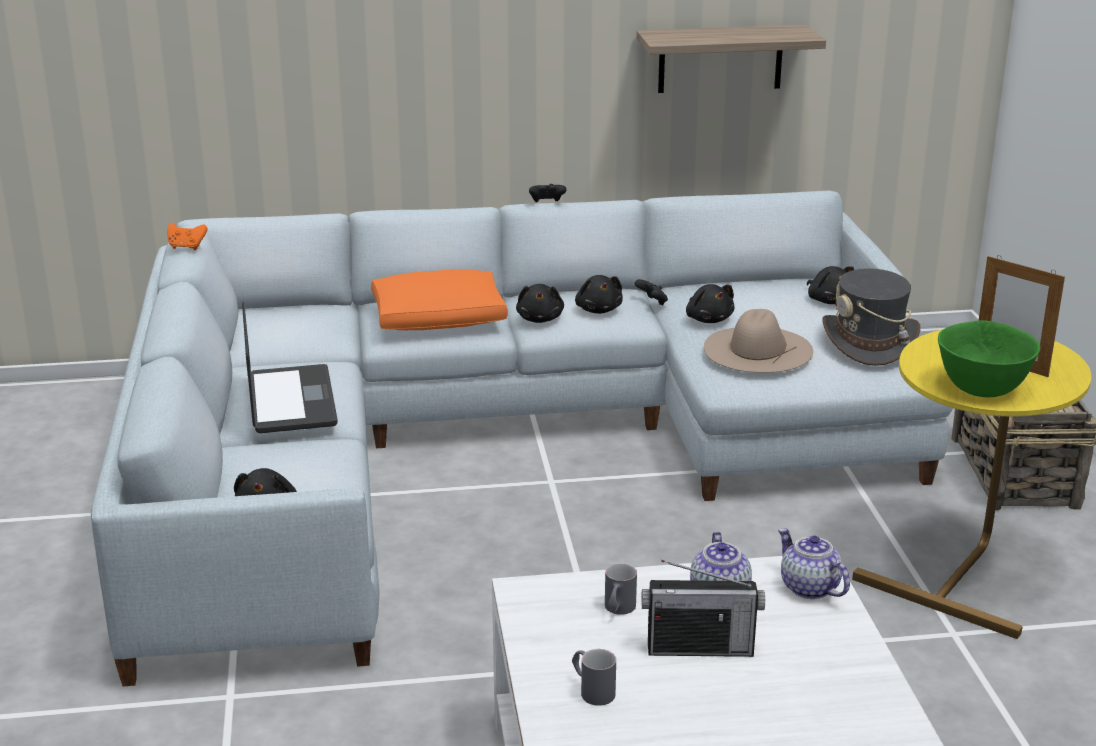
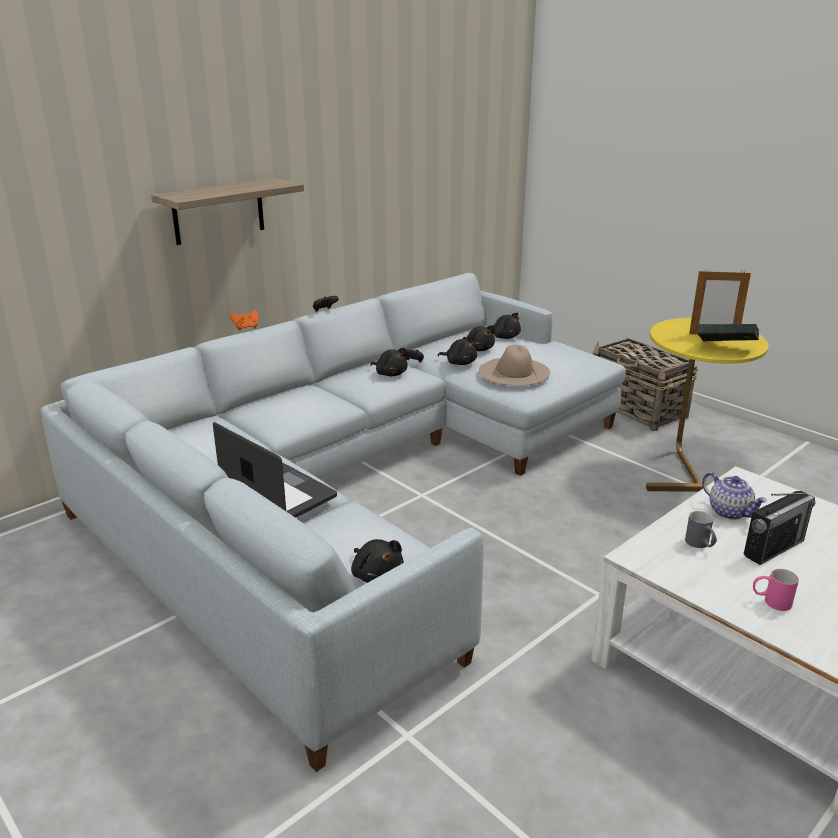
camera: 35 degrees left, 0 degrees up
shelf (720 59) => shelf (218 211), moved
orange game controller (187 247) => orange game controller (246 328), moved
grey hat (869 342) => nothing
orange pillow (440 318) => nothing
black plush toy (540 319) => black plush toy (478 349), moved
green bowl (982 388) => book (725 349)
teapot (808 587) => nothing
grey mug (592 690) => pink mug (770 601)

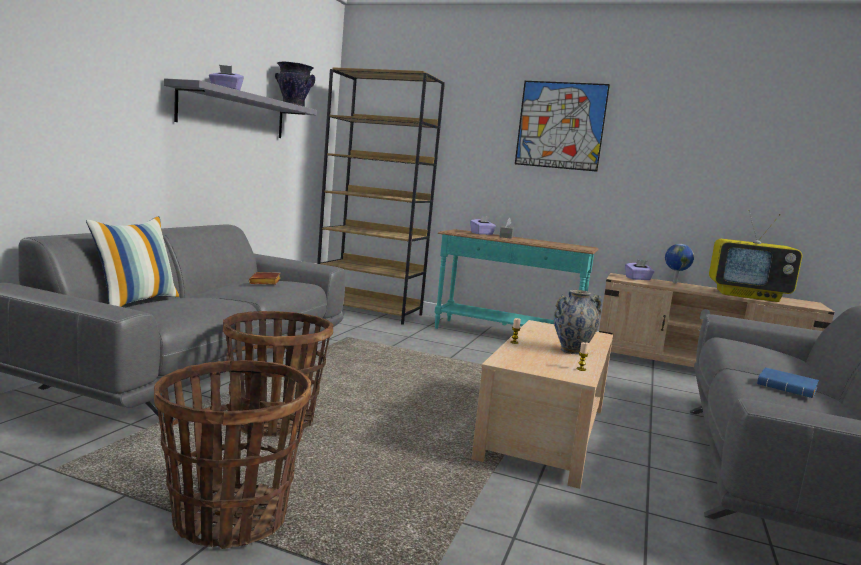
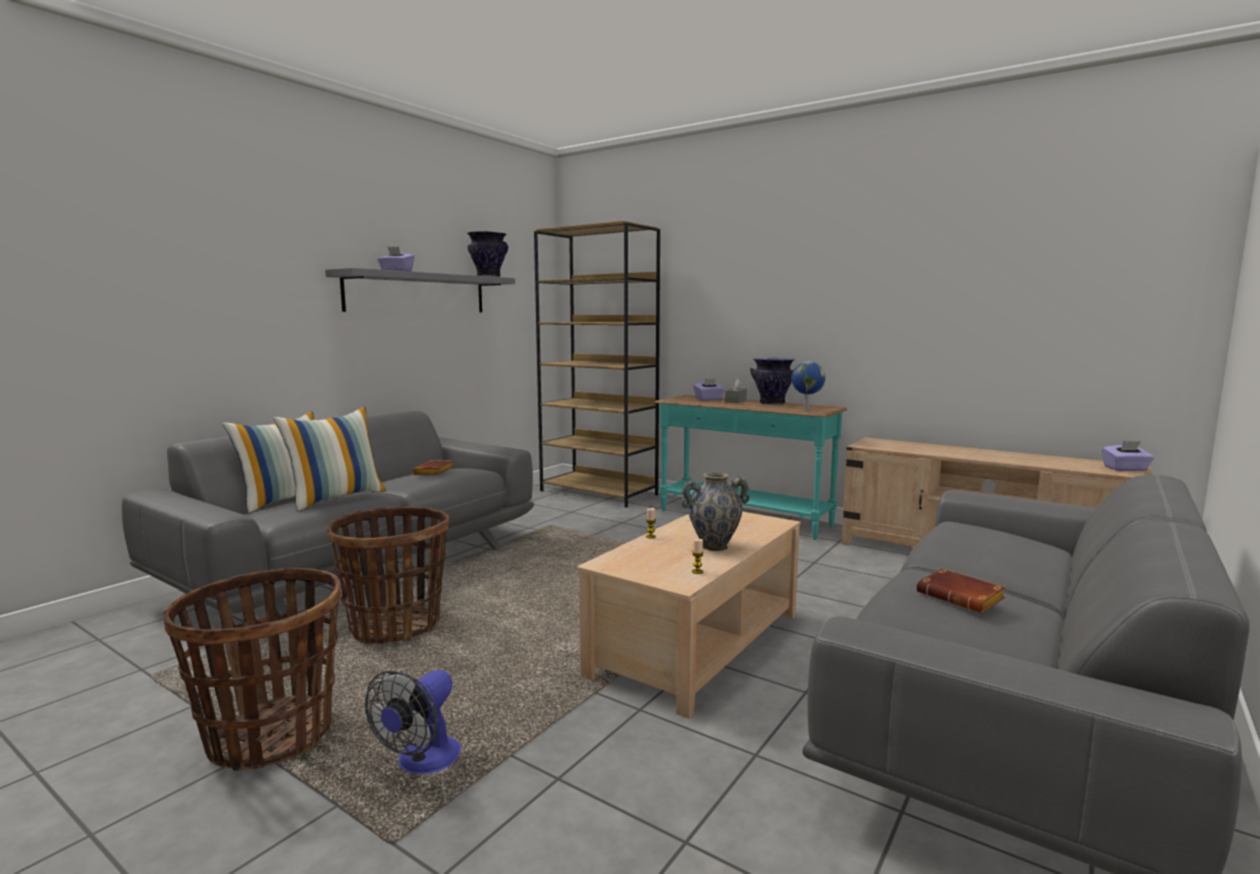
camera: 15 degrees right, 0 degrees up
picture (560 125) => nothing
television (747 295) => nothing
globe (674 283) => globe (806 409), moved
purple tissue box (638 279) => purple tissue box (1125 469), moved
blue book (788 388) => brown book (962 597)
nothing => vase (772 403)
nothing => pillow (336 498)
nothing => fan (422 764)

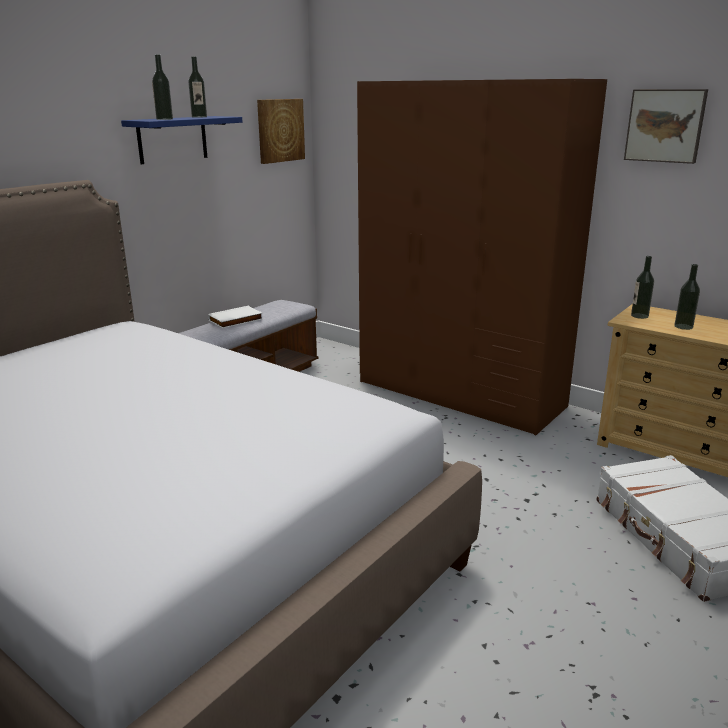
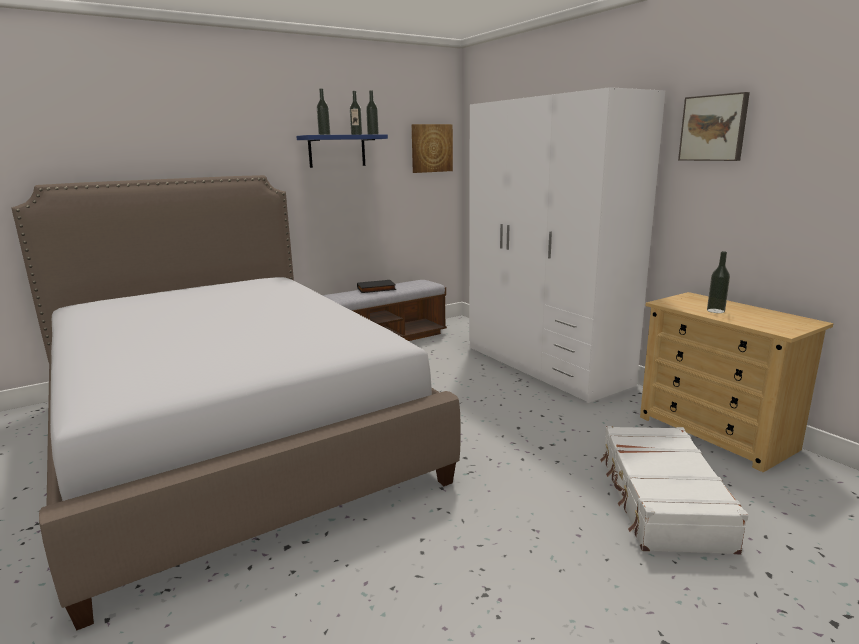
camera: 20 degrees right, 5 degrees down
brown wardrobe (460 394) => white wardrobe (545 365)
bottle (639 316) => bottle (373 134), moved
white book (236 320) => black book (376 289)

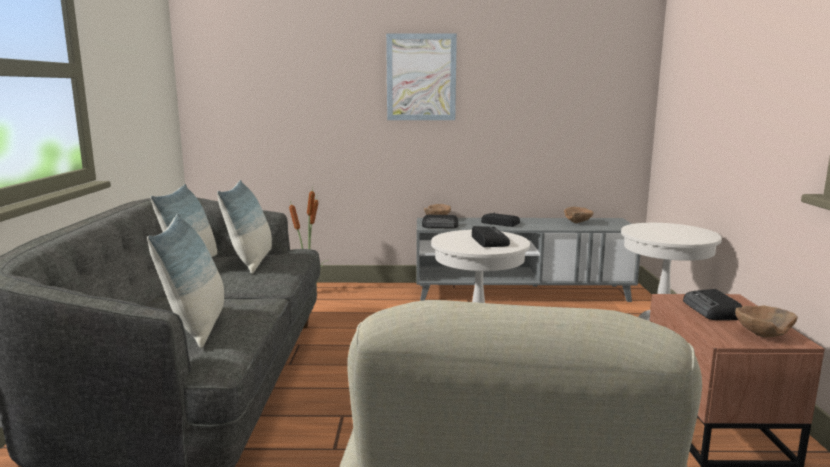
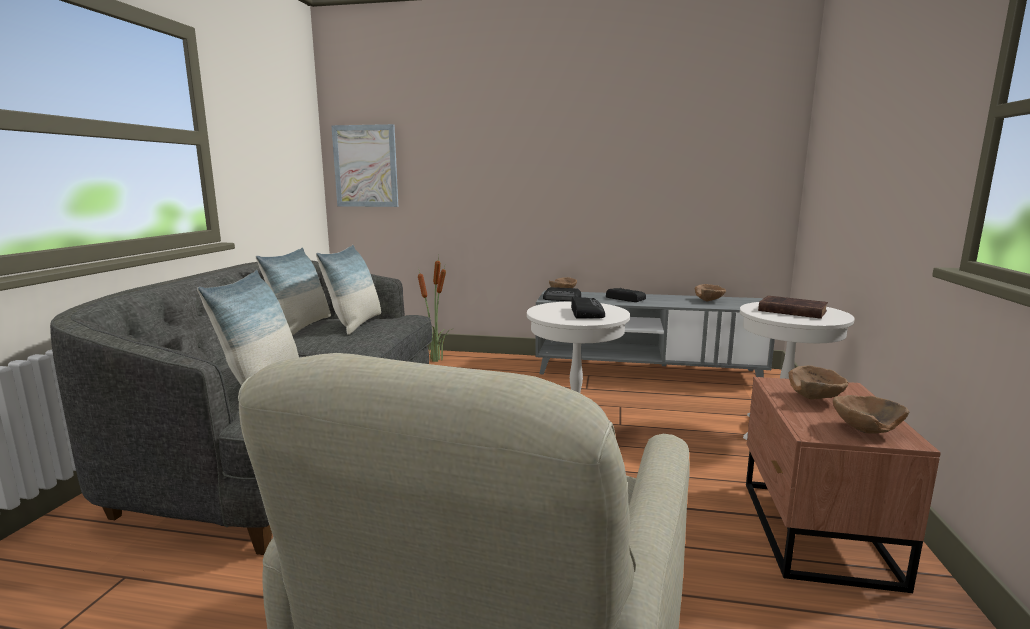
camera: 10 degrees right, 0 degrees up
picture (421 77) => picture (365 166), moved
radio (712 311) => brown bowl (816 399)
nothing => brown book (790 311)

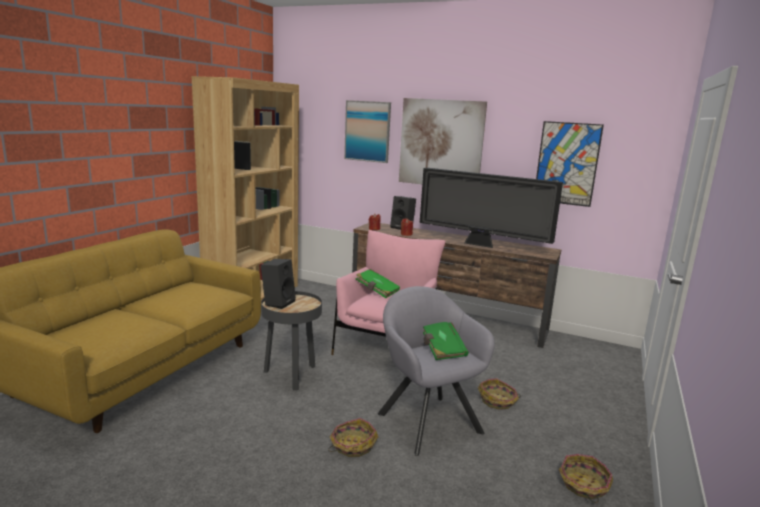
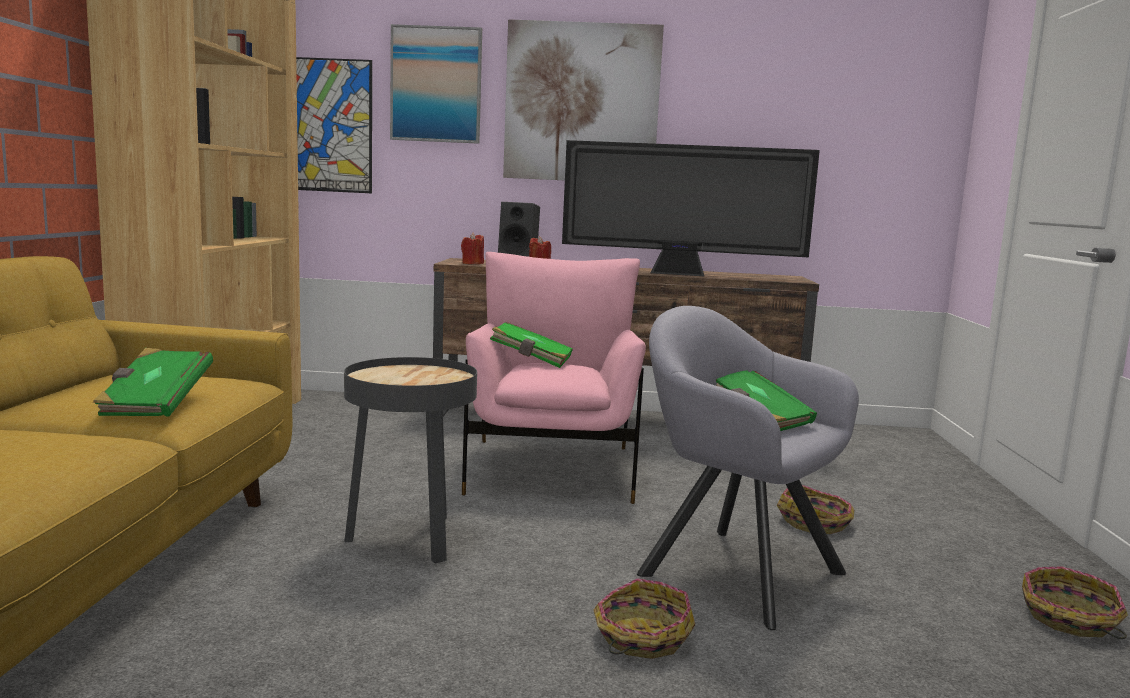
camera: 20 degrees left, 5 degrees down
picture (567 163) => picture (328 126), moved
black speaker (278 302) => nothing
nothing => green book (155 404)

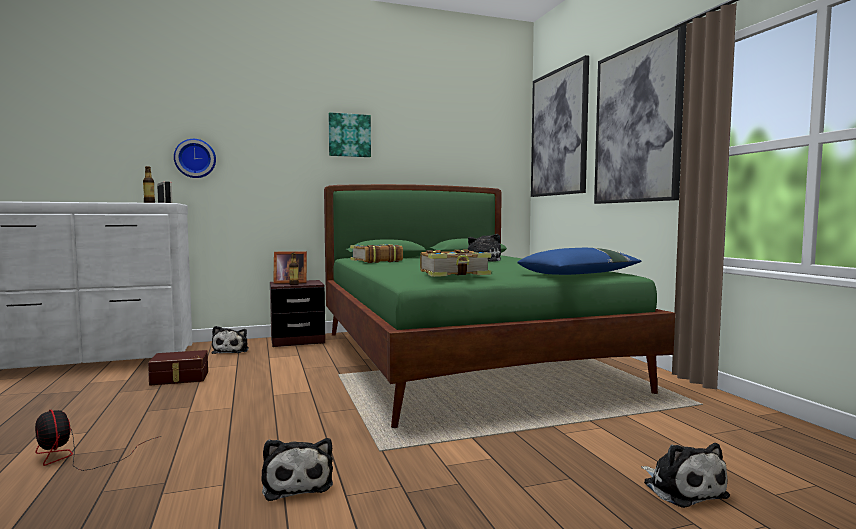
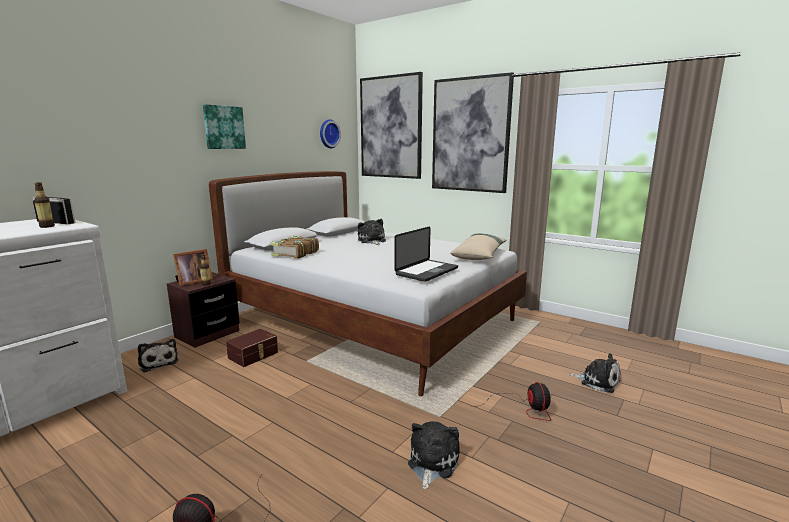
camera: 35 degrees left, 10 degrees up
wall clock (195 158) => wall clock (328 134), moved
green bed (462 359) => white bed (372 321)
blue pillow (580 274) => beige pillow (479 254)
book (455 274) => laptop (427 271)
brown storage box (179 378) => brown storage box (254 355), moved
plush toy (297 483) => plush toy (431 463), 105 degrees counterclockwise
nothing => fan (523 408)

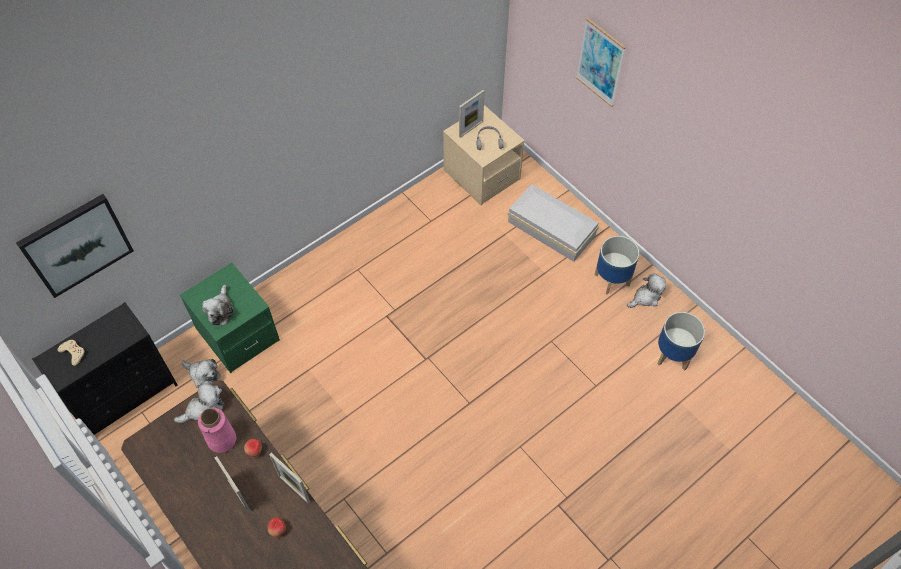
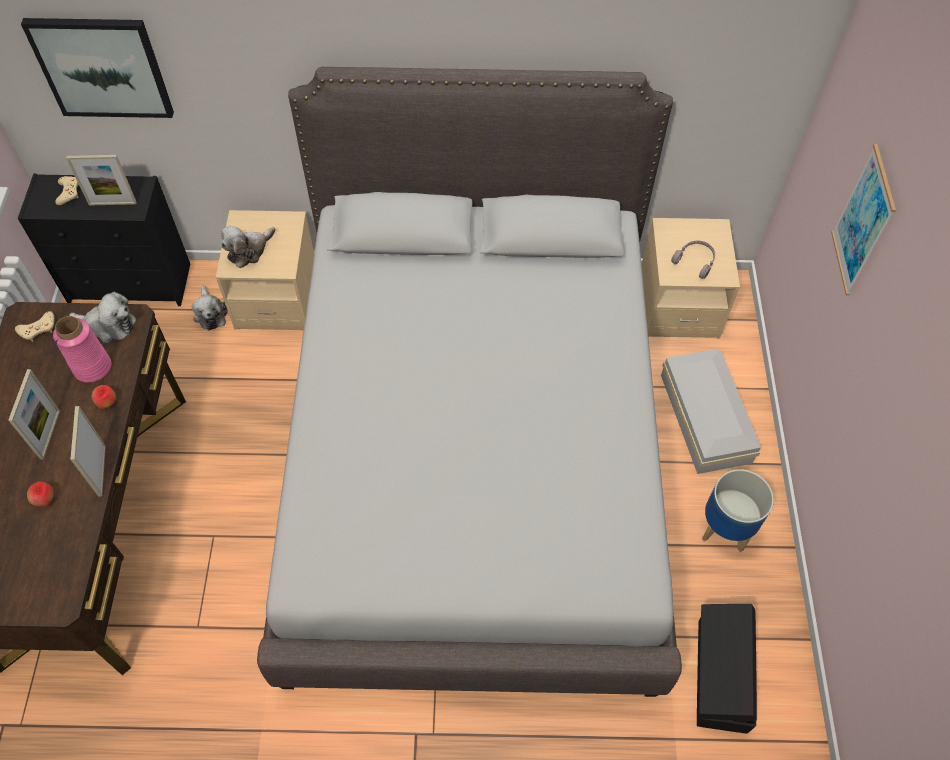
camera: 40 degrees right, 0 degrees up
picture frame (471 129) => picture frame (112 203), moved
green nightstand (237 335) => beige nightstand (276 297)
plush toy (646 297) => nothing
planter (673 355) => black storage box (720 676)
nothing => grey bed (474 456)
nothing => beige game controller (38 329)

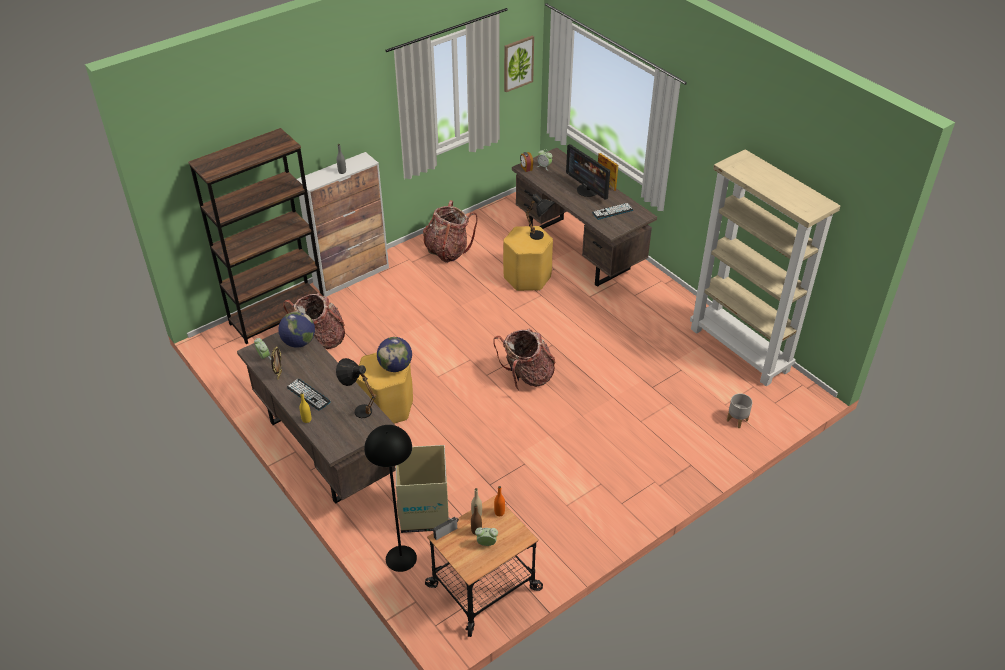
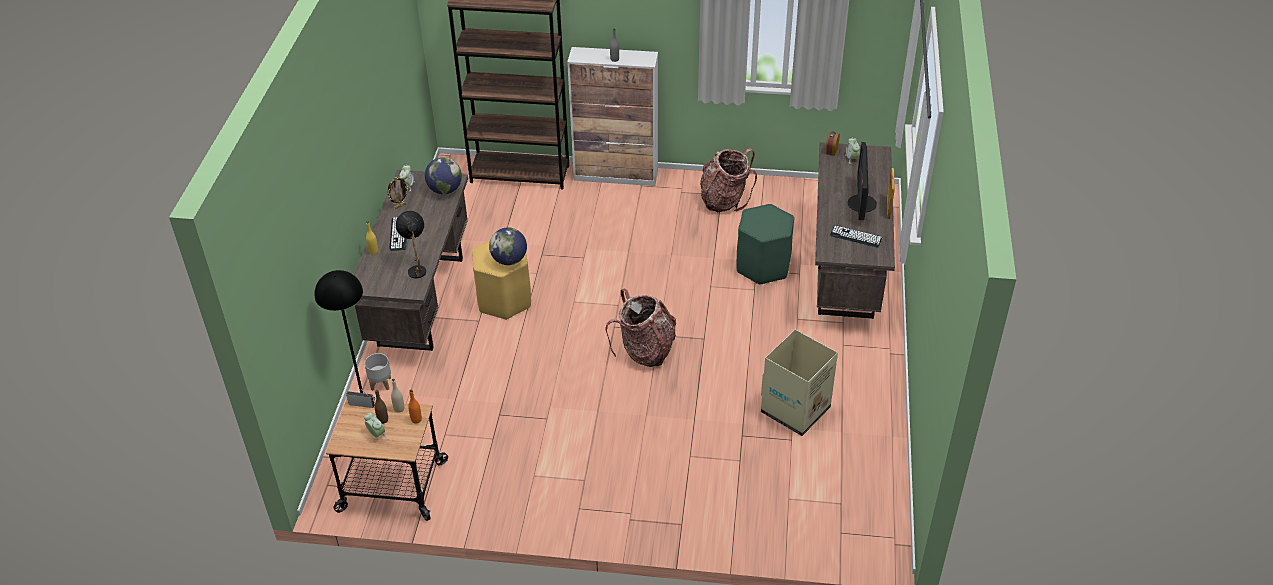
camera: 45 degrees right, 0 degrees up
picture (518 63) => nothing
beige bookcase (740 350) => nothing
black table lamp (540 237) => nothing
yellow stool (527 277) => green stool (763 266)
backpack (321 340) => nothing
grey planter (737 420) => grey planter (380 383), moved
cardboard box (424 511) => cardboard box (796 409), moved

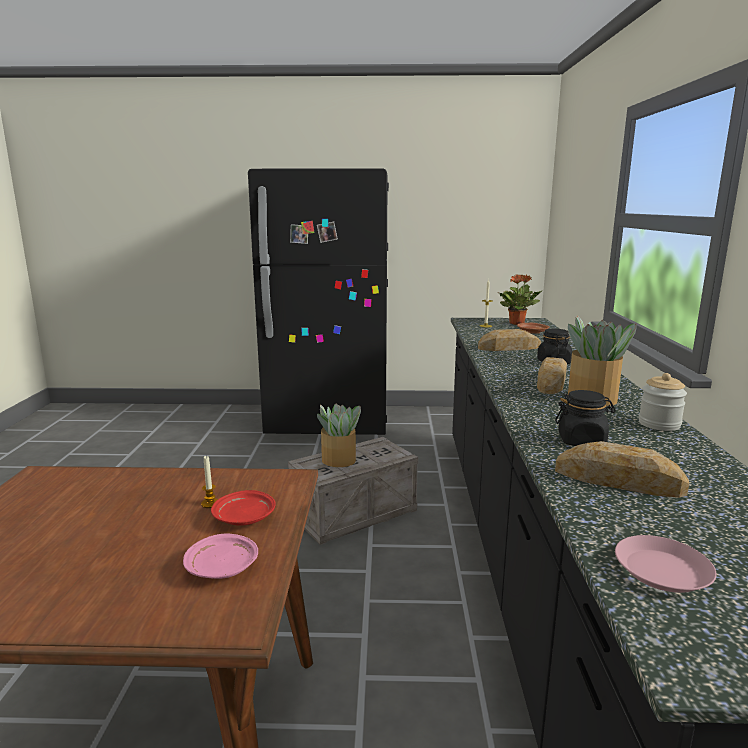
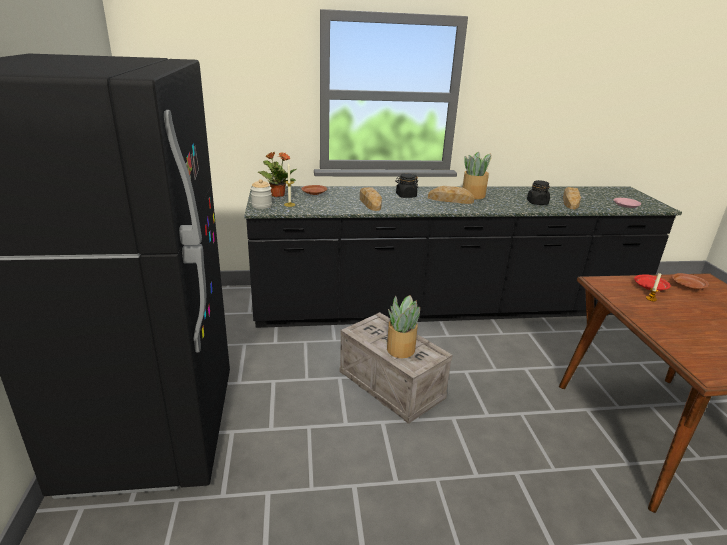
camera: 100 degrees left, 10 degrees up
jar (659 424) => jar (262 205), moved
pink plate (222 568) => brown plate (688 286)

